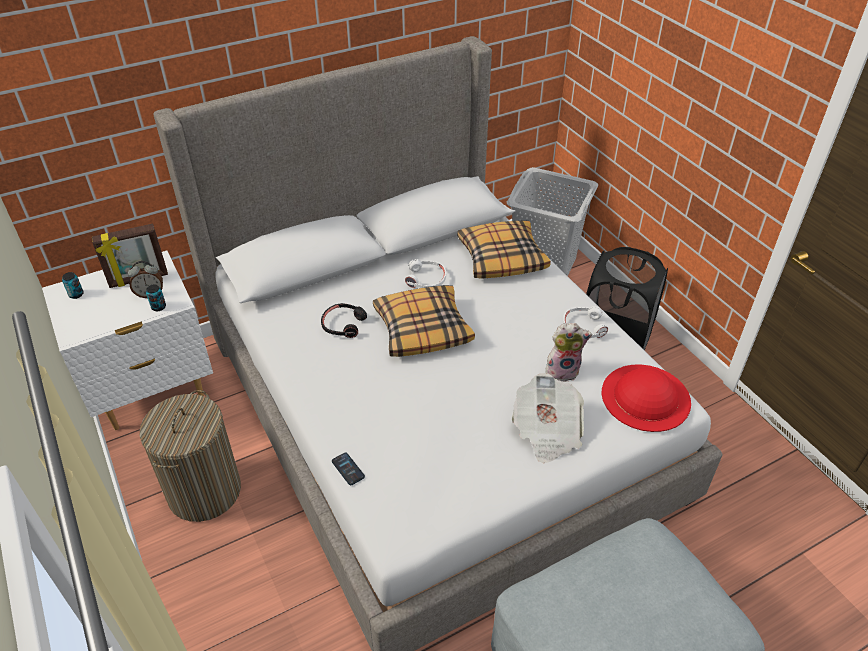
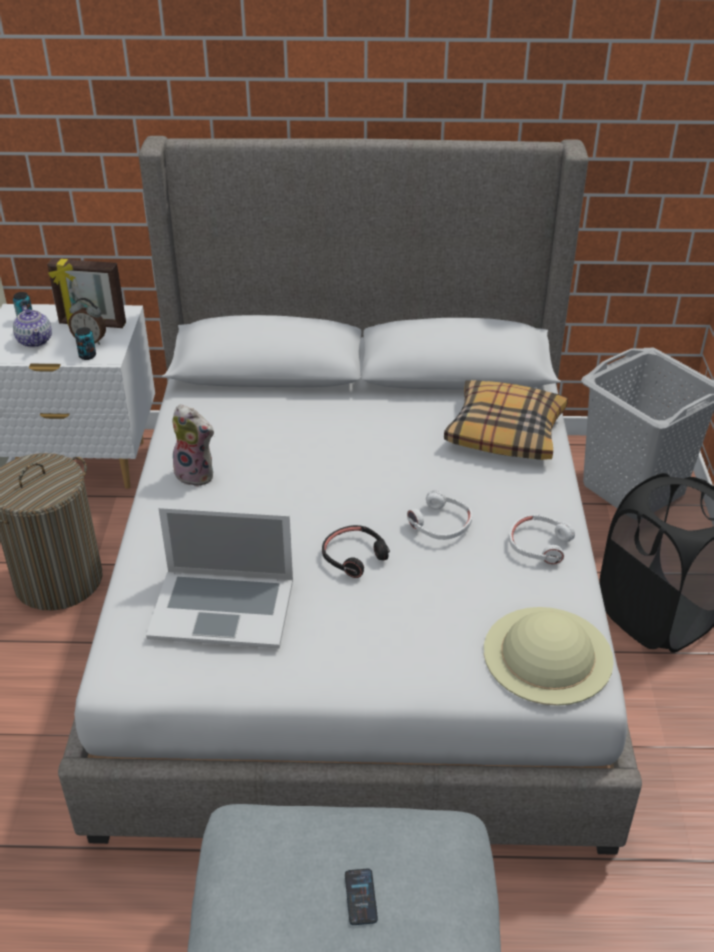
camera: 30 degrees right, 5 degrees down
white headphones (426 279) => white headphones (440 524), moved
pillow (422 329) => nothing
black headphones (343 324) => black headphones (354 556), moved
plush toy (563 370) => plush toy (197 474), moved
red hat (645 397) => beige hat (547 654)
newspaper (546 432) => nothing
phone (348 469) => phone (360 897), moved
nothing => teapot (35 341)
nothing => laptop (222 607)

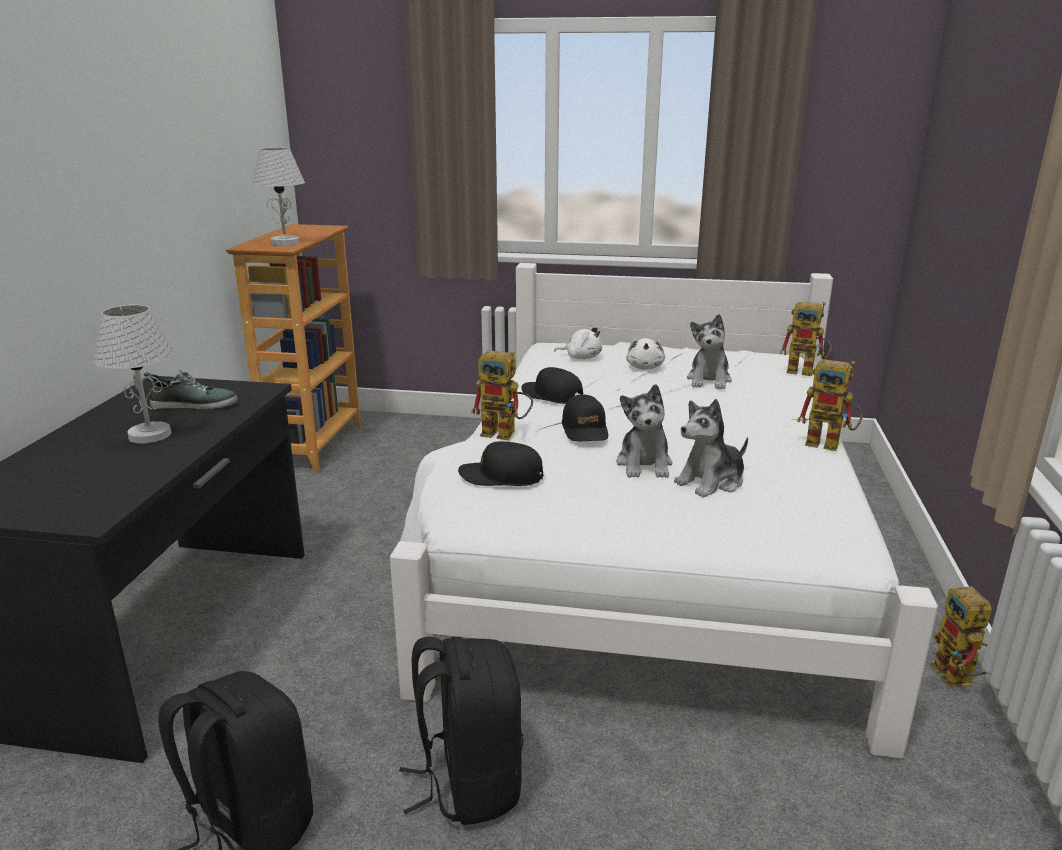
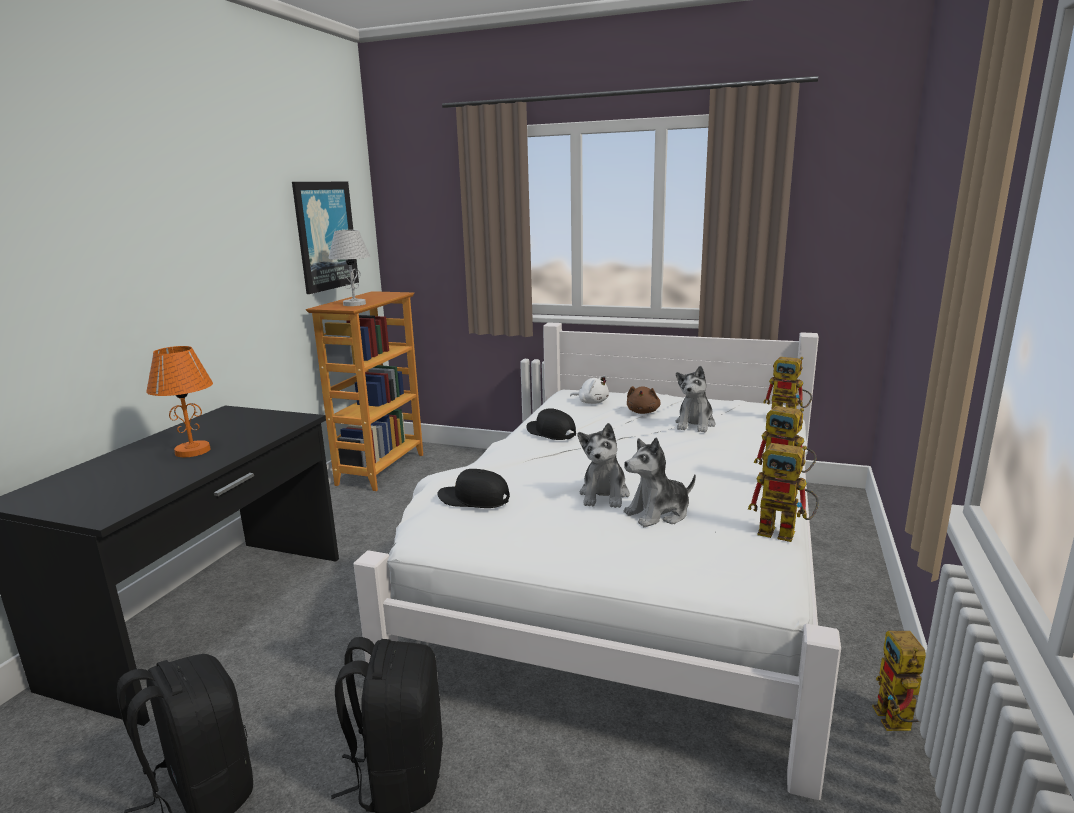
camera: 10 degrees right, 5 degrees down
white table lamp (149 435) => orange table lamp (192 451)
white plush toy (645 367) => brown plush toy (643 412)
toy robot (506 433) => toy robot (785 533), moved
shoe (194 404) => nothing
black cap (585 429) => nothing
nothing => picture (325 236)

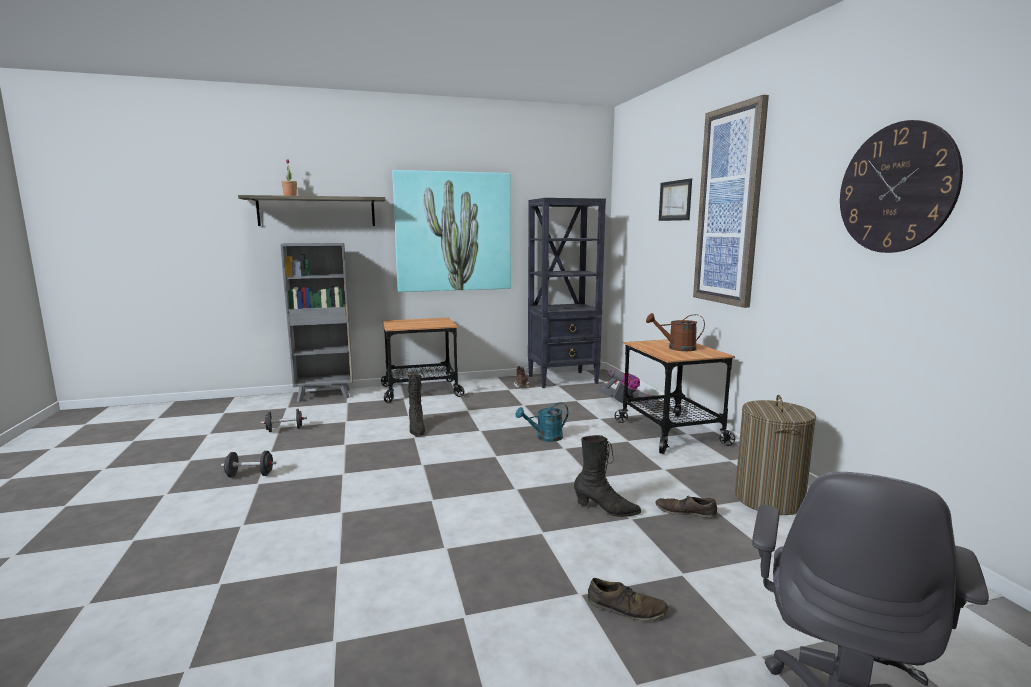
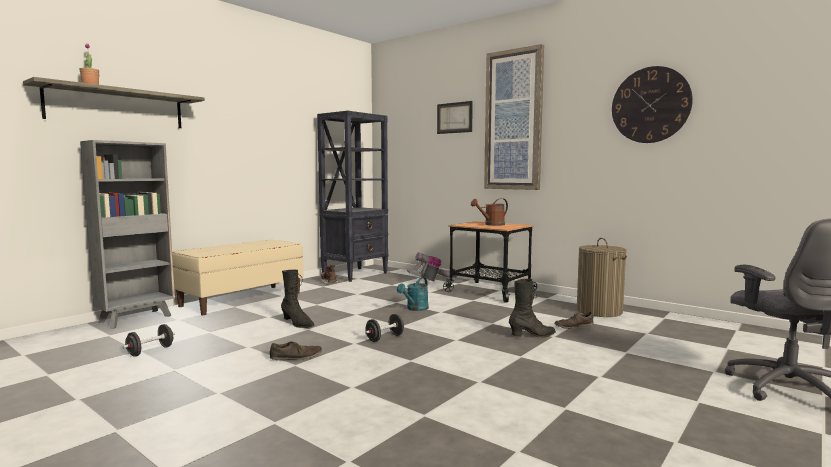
camera: 35 degrees left, 5 degrees down
picture (453 232) => nothing
cart (421 391) => beige bench (242 299)
black dumbbell (250 475) => black dumbbell (385 338), moved
brown shoe (626 608) => brown shoe (296 357), moved

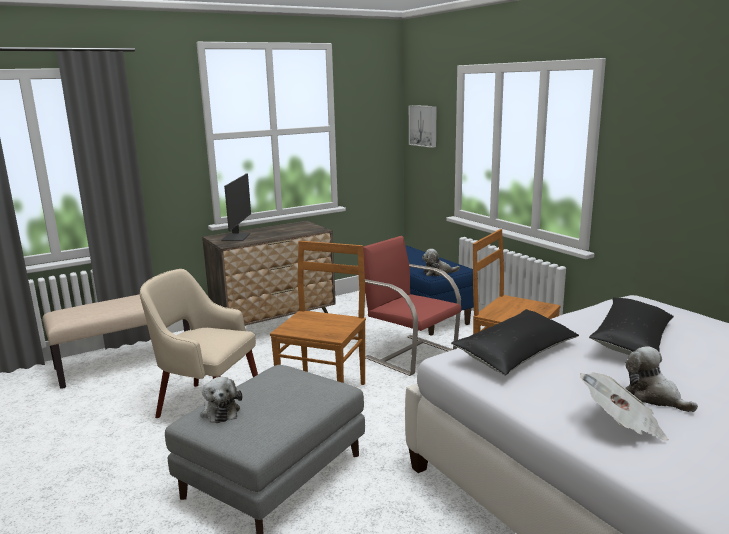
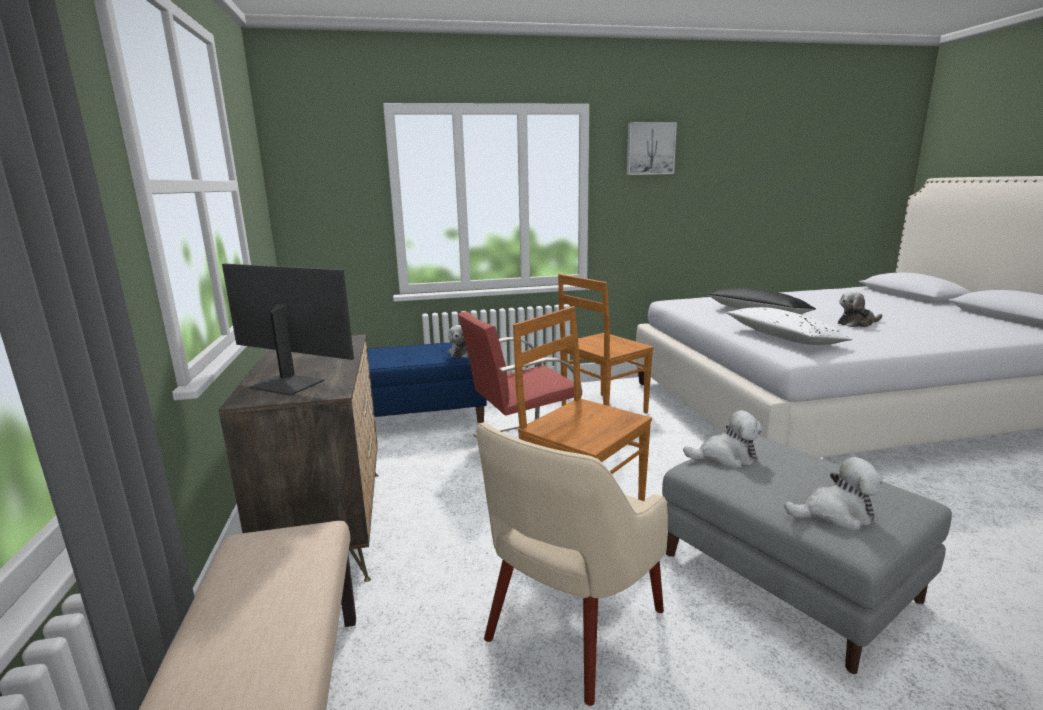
camera: 70 degrees left, 0 degrees up
picture (424 126) => picture (650 149), moved
black pillow (516 353) => white pillow (783 338)
newspaper (622 425) => nothing
nothing => plush toy (725 457)

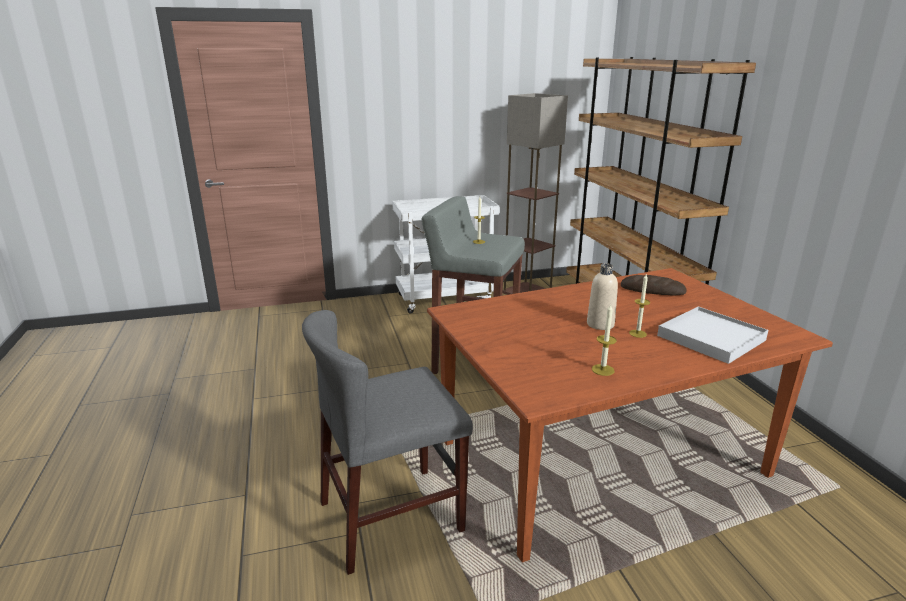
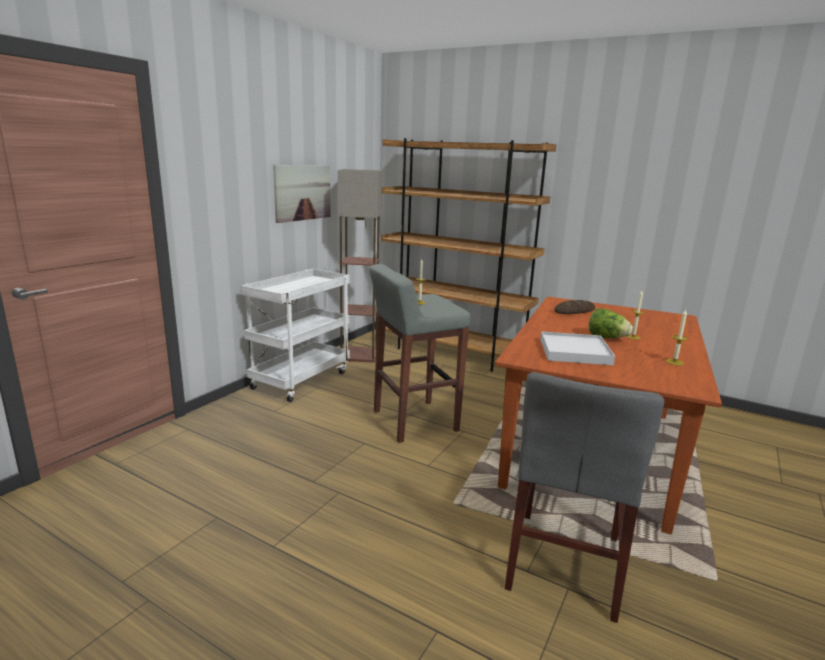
camera: 45 degrees left, 5 degrees down
beige bottle (600 324) => lettuce (606 338)
white tray (711 338) => white tray (575 352), moved
nothing => picture (303 192)

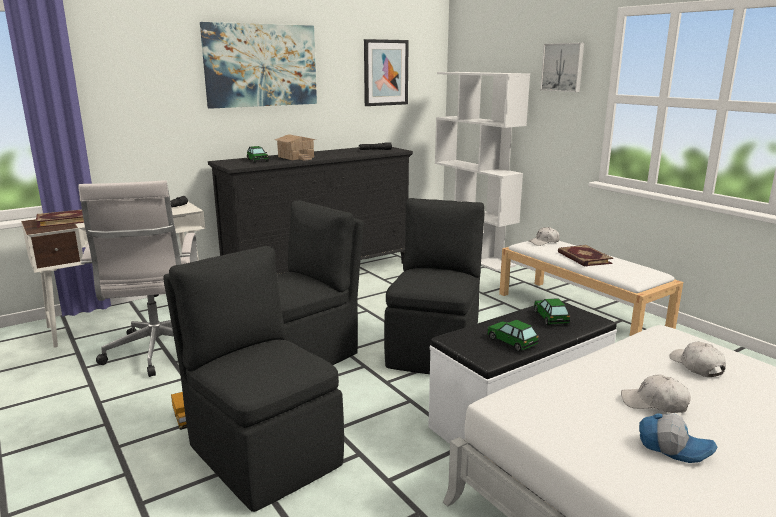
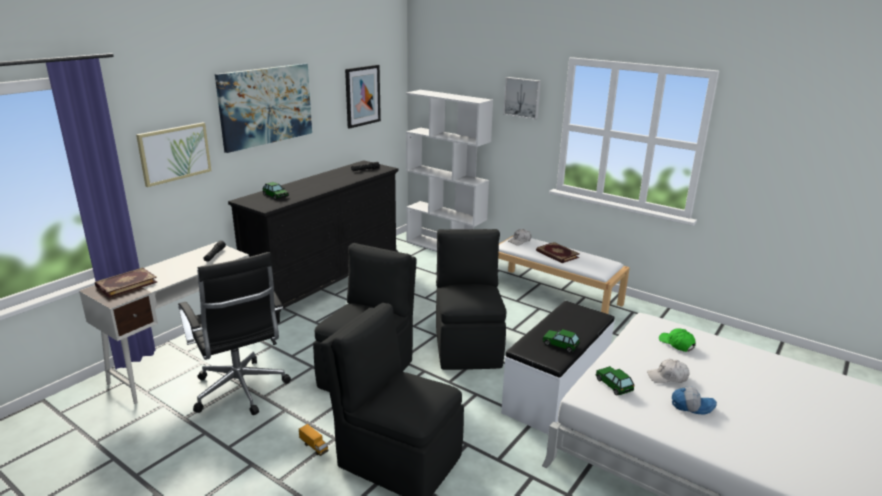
camera: 20 degrees left, 5 degrees up
toy house (296 157) => nothing
white office chair (157 354) => black office chair (241 392)
toy car (551 317) => toy car (614 385), moved
white cap (696 366) => green cap (676 344)
nothing => picture (174 153)

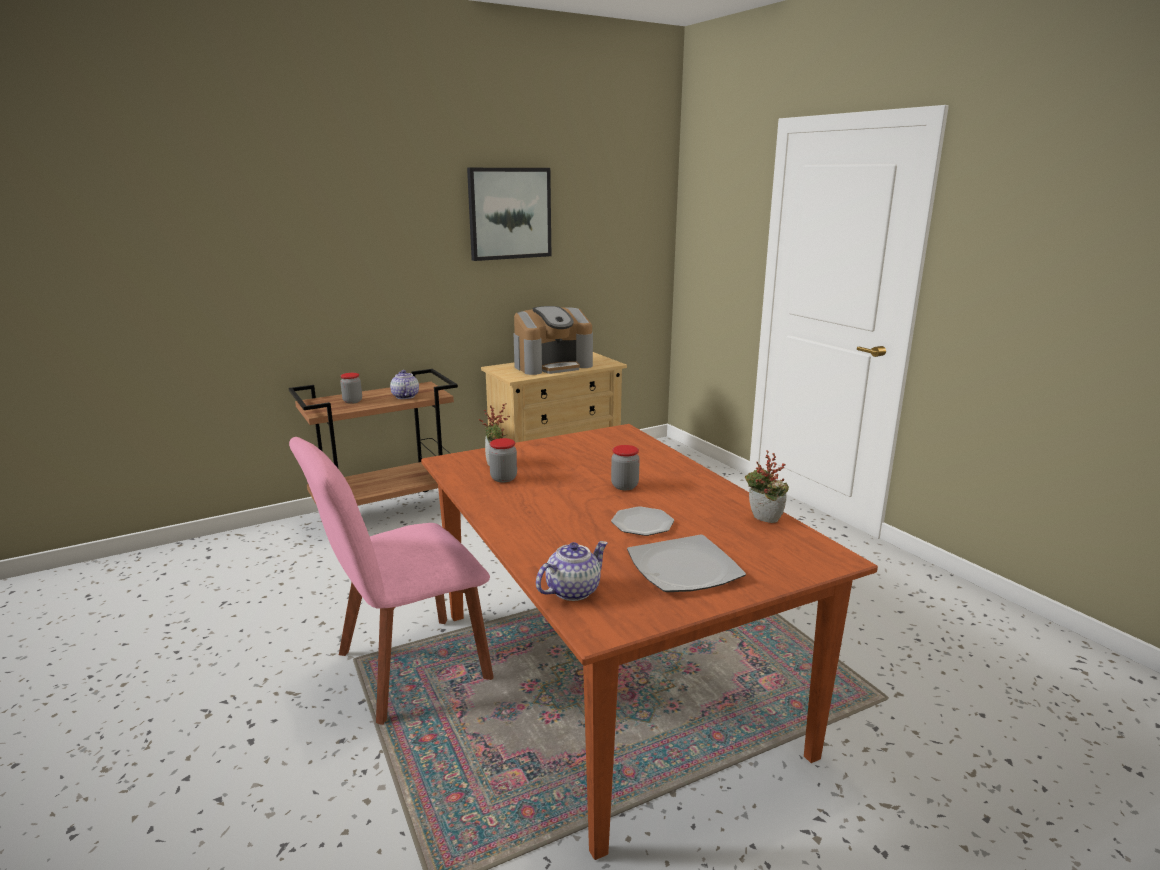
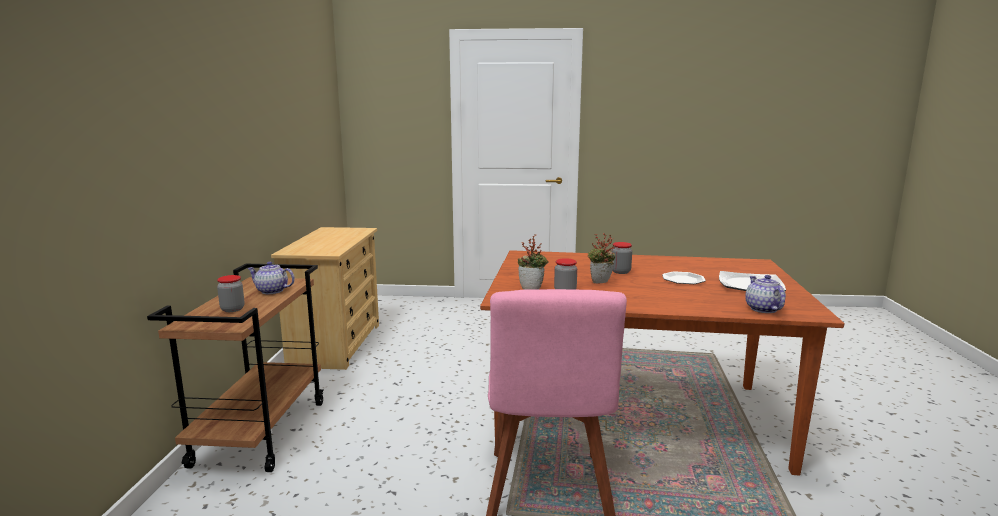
camera: 55 degrees left, 5 degrees down
picture (509 213) => nothing
coffee machine (552 365) => nothing
potted plant (762 520) => potted plant (600 283), moved

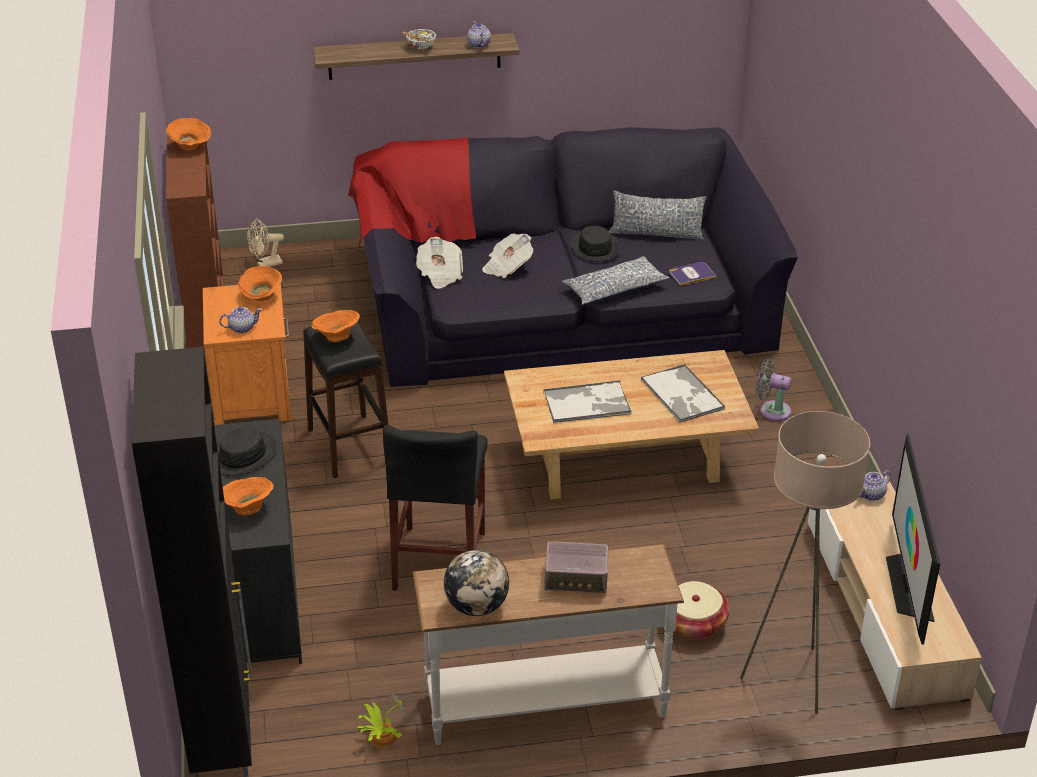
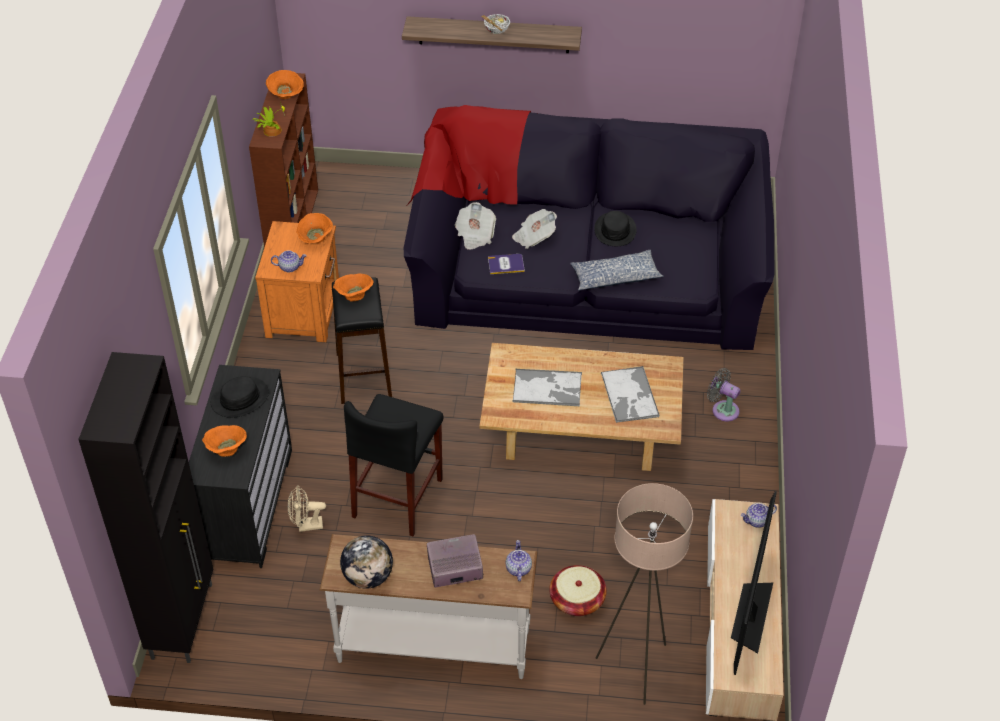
camera: 15 degrees right, 10 degrees up
teapot (478 44) => teapot (518 568), moved
pillow (656 233) => nothing
beige fan (265 264) => beige fan (306 526), moved
book (692 274) => book (506 264), moved
radio (576 578) => radio (454 568), 150 degrees clockwise
potted plant (381 736) => potted plant (271 130), moved

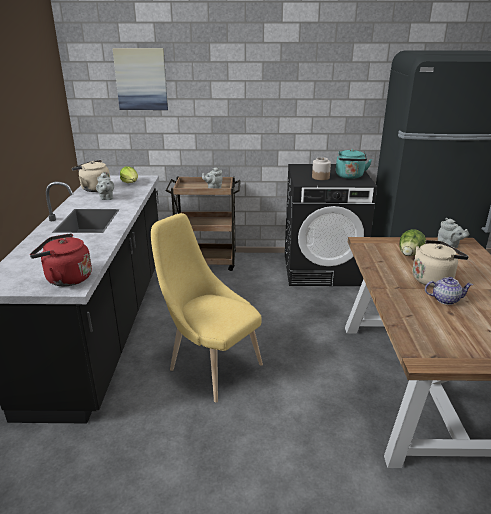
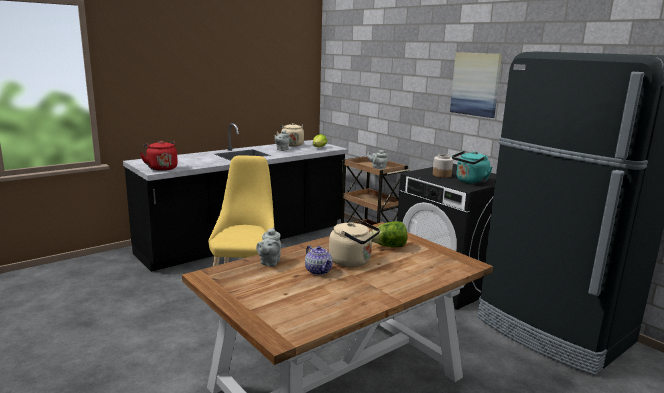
camera: 50 degrees right, 10 degrees down
picture (141 79) => picture (476 84), moved
grey teapot (449 246) => grey teapot (269 262), moved

